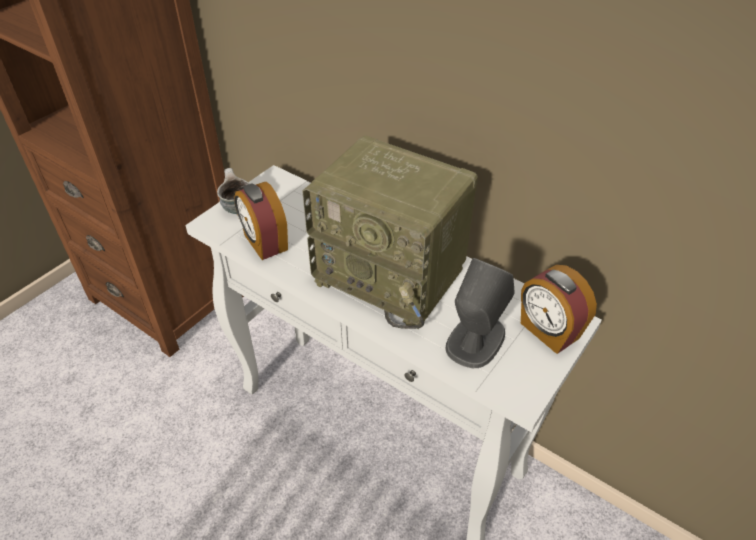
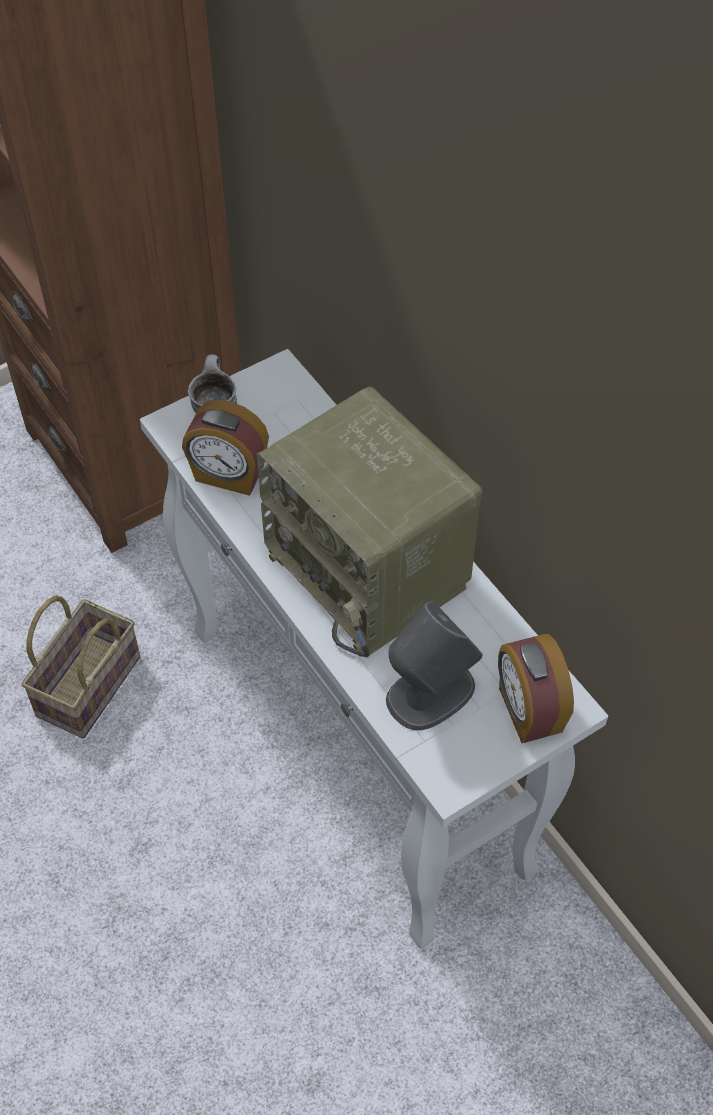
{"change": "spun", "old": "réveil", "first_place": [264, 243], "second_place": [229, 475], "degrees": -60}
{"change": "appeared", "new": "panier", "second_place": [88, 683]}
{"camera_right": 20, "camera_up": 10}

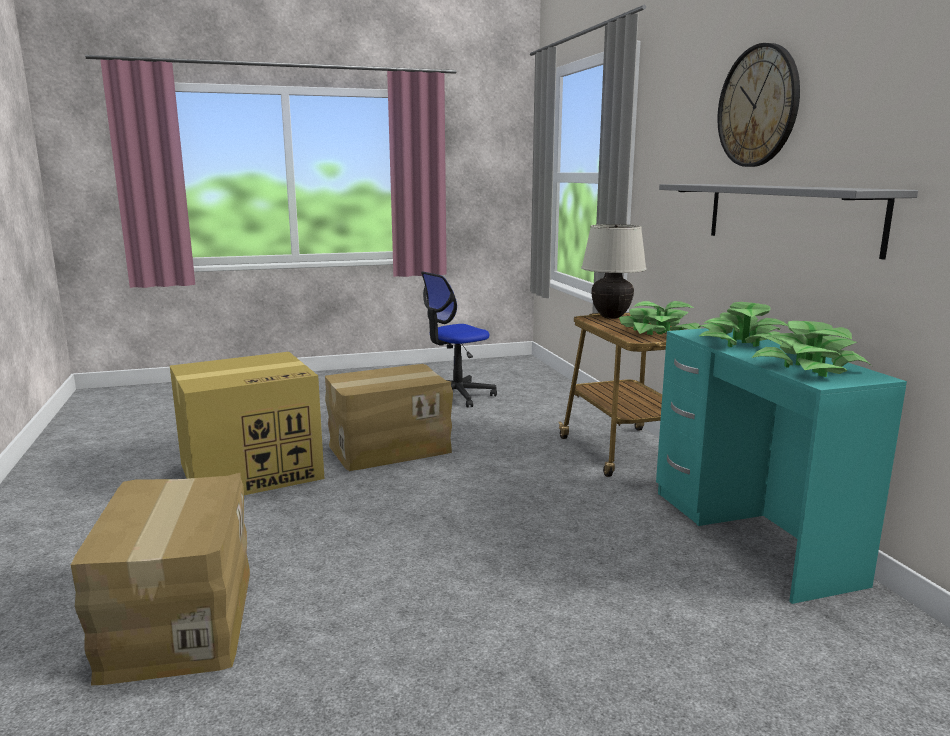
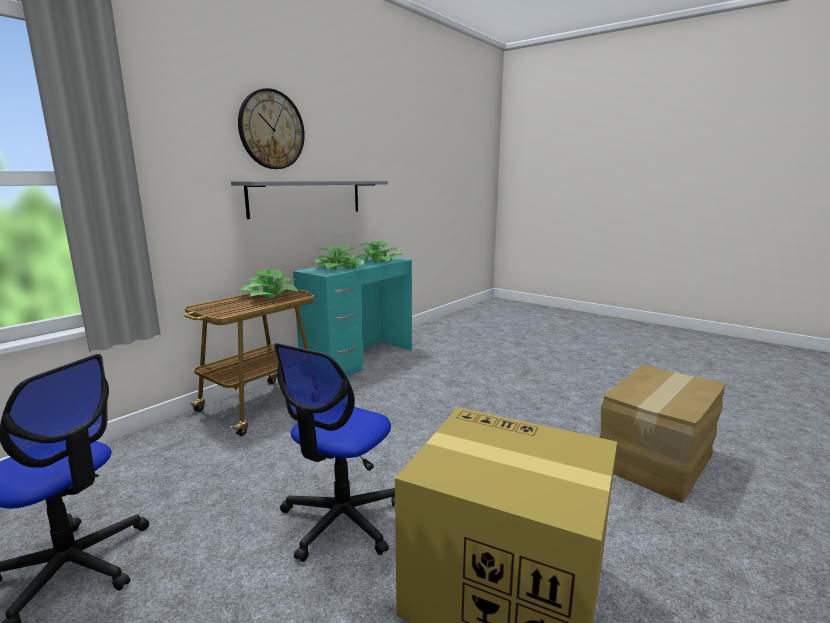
{"change": "missing", "old": "lampe de table/beige", "first_place": [611, 317]}
{"change": "exchanged", "old": "carton", "new": "chaise de bureau", "first_place": [389, 448], "second_place": [341, 520]}
{"camera_right": -125, "camera_up": 0}

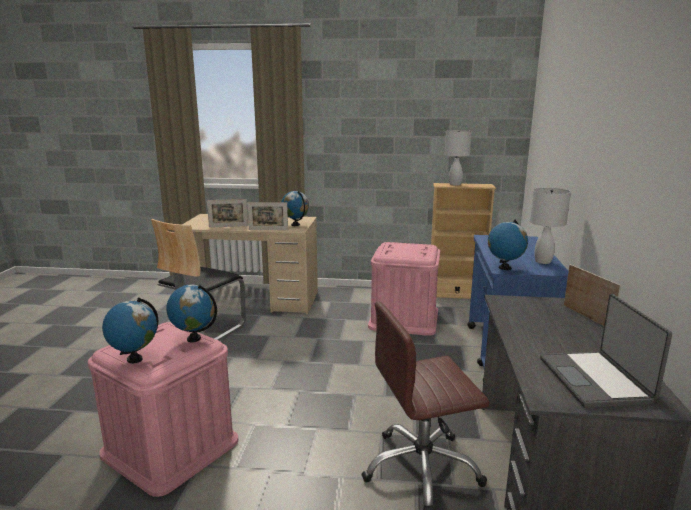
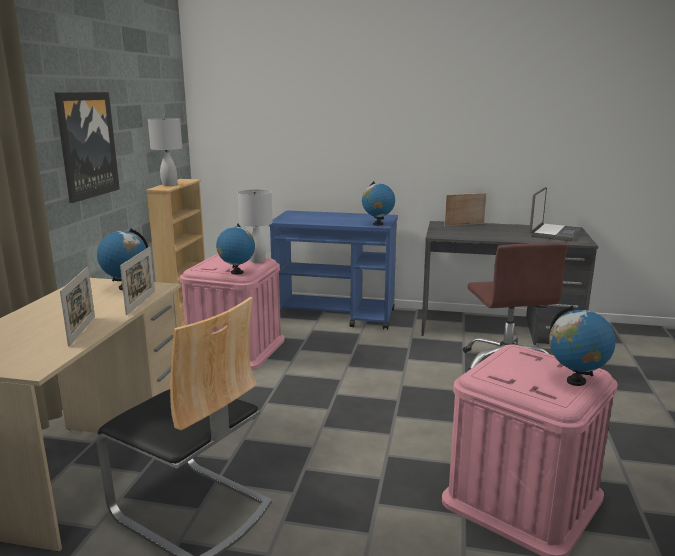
{"change": "relocated", "old": "lampe de table/blanc", "first_place": [543, 261], "second_place": [258, 261]}
{"change": "relocated", "old": "globe", "first_place": [194, 338], "second_place": [237, 272]}
{"change": "spun", "old": "ordinateur portable", "first_place": [595, 380], "second_place": [554, 233], "degrees": -60}
{"change": "appeared", "new": "tableau", "second_place": [87, 145]}
{"camera_right": -85, "camera_up": 0}

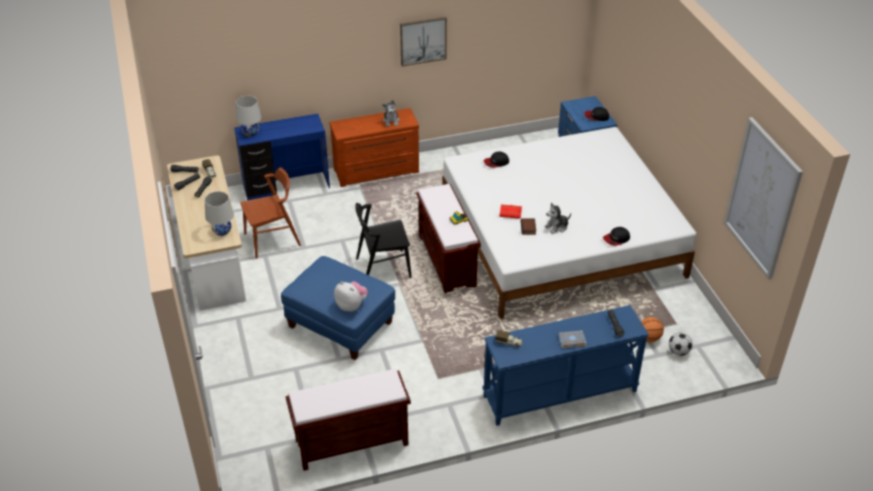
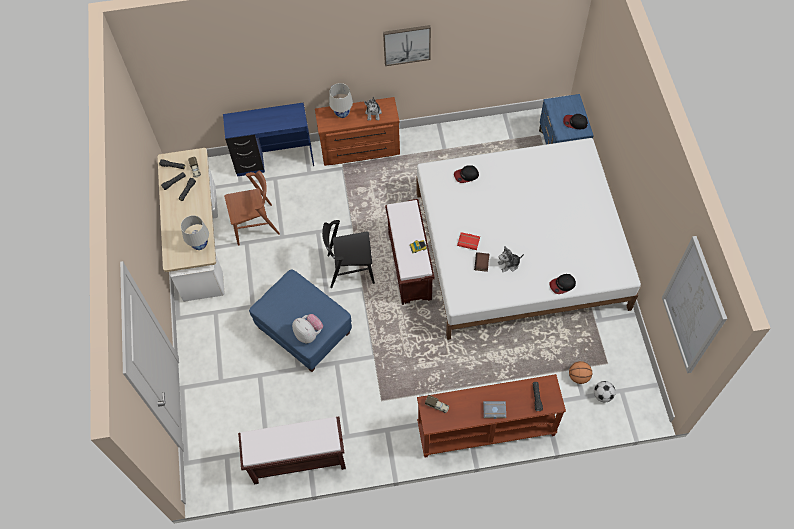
{"change": "relocated", "old": "lampe de table/blanc", "first_place": [251, 132], "second_place": [342, 113]}
{"change": "colour", "old": "table console/bleu", "new": "table console/marron", "first_place": [560, 394], "second_place": [486, 430]}
{"camera_right": 10, "camera_up": 20}

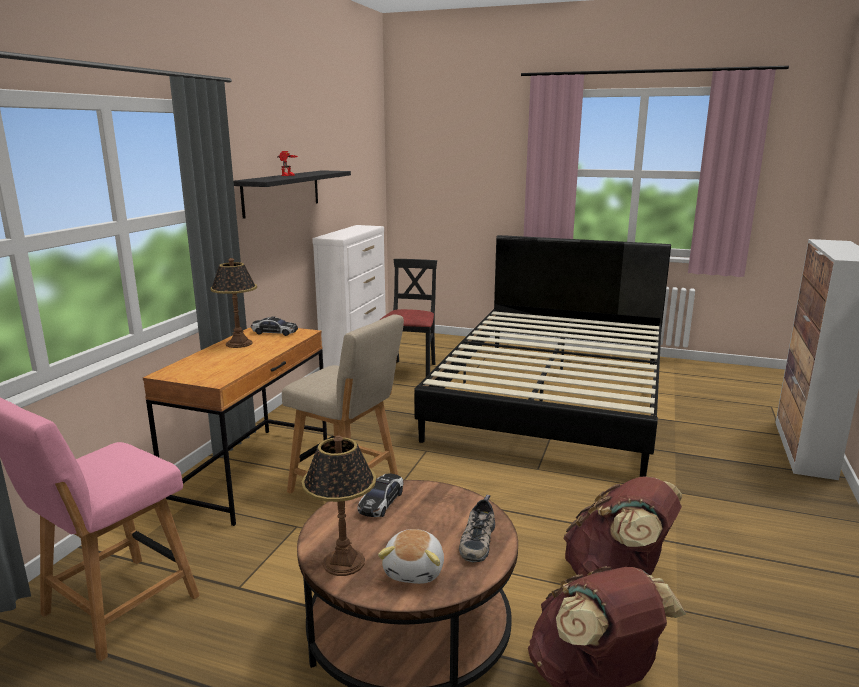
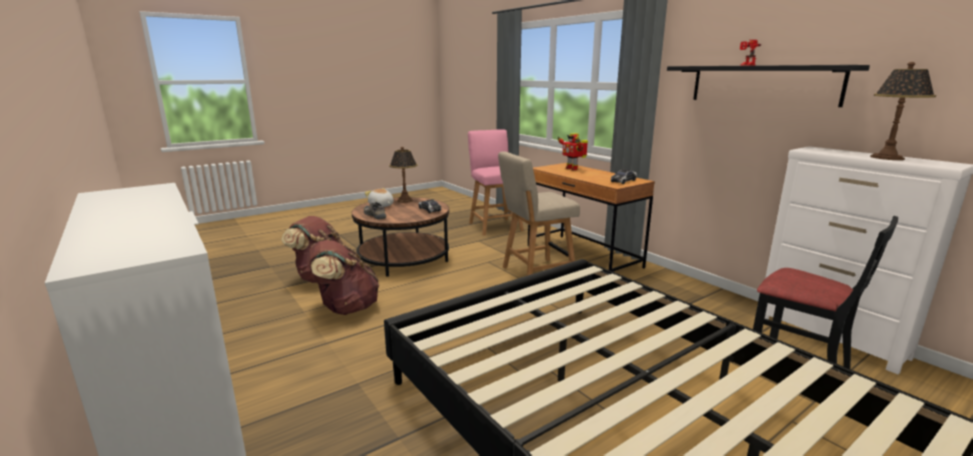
{"change": "relocated", "old": "lampe de table", "first_place": [239, 343], "second_place": [887, 157]}
{"change": "appeared", "new": "robot jouet", "second_place": [572, 169]}
{"camera_right": 125, "camera_up": 0}

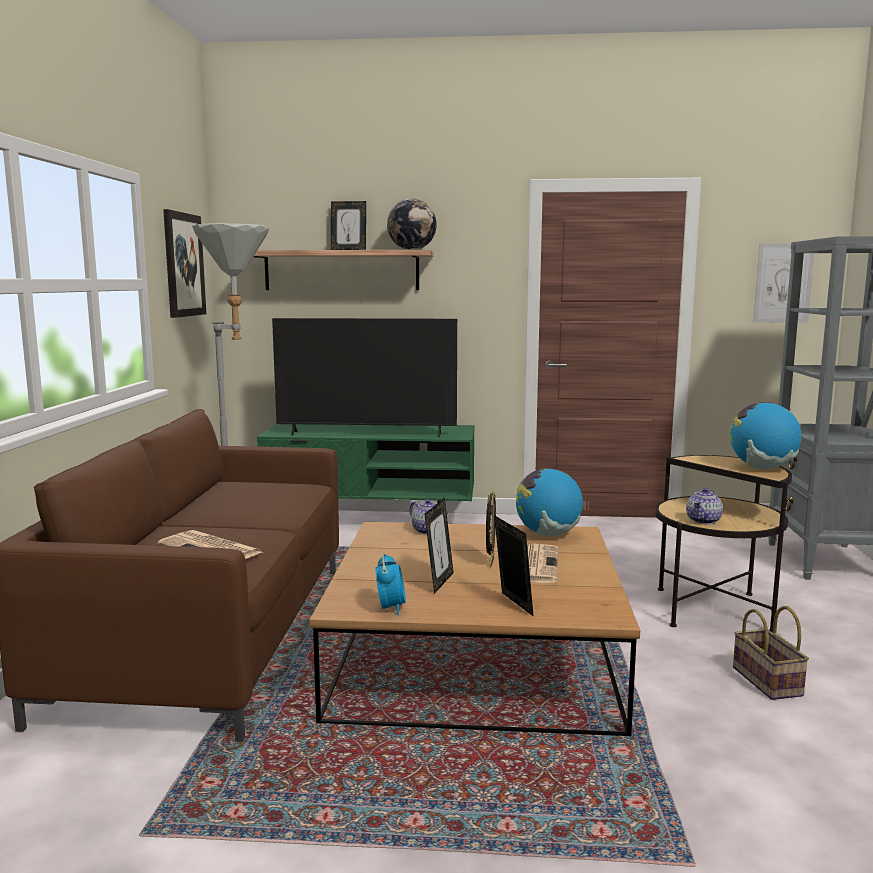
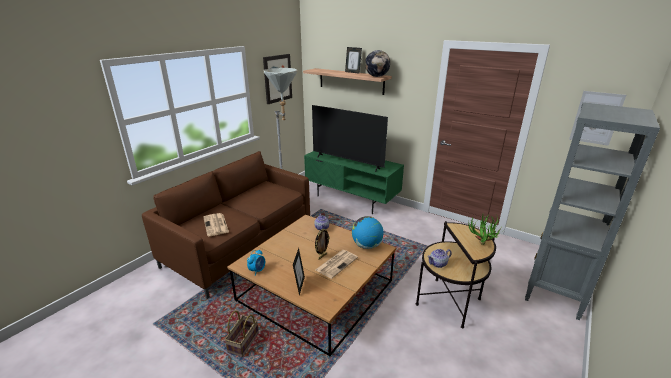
{"change": "exchanged", "old": "globe", "new": "plante en pot", "first_place": [762, 468], "second_place": [481, 246]}
{"change": "missing", "old": "cadre photo", "first_place": [439, 582]}
{"change": "relocated", "old": "panier", "first_place": [769, 682], "second_place": [243, 343]}
{"camera_right": 30, "camera_up": 15}

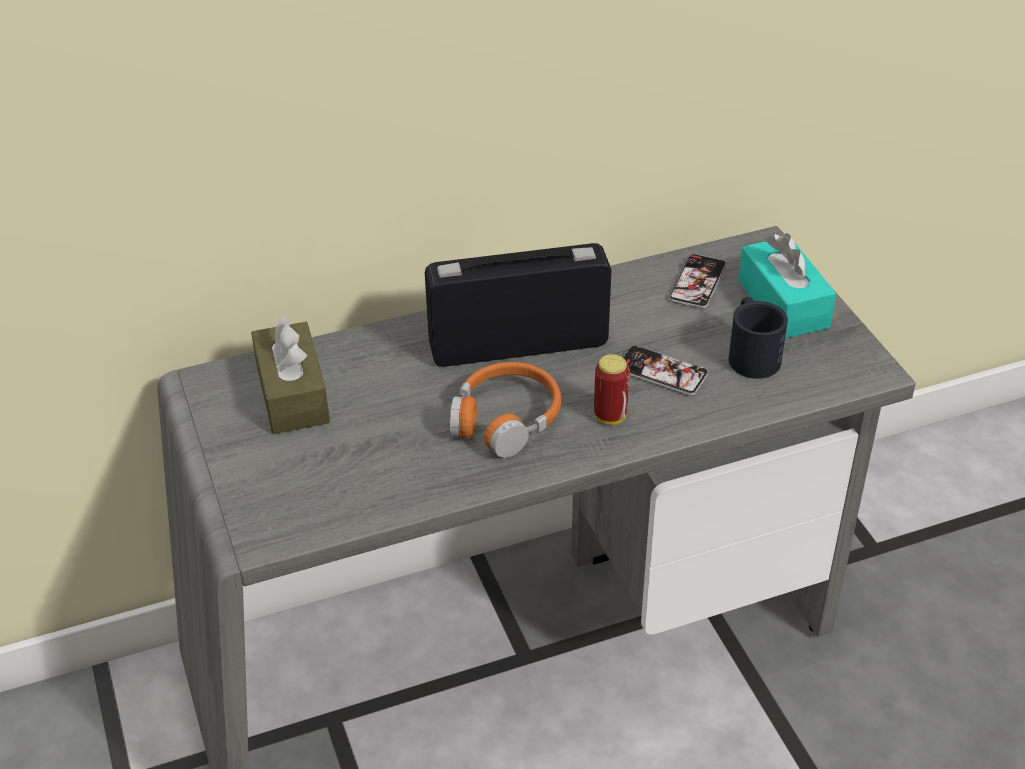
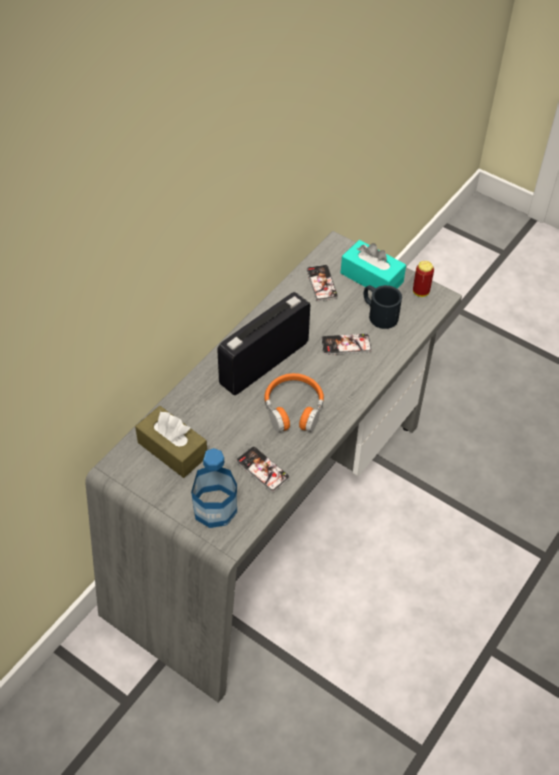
{"change": "relocated", "old": "boîte métallique", "first_place": [610, 416], "second_place": [421, 292]}
{"change": "appeared", "new": "téléphone", "second_place": [262, 469]}
{"change": "appeared", "new": "bouteille", "second_place": [215, 508]}
{"camera_right": -35, "camera_up": 10}

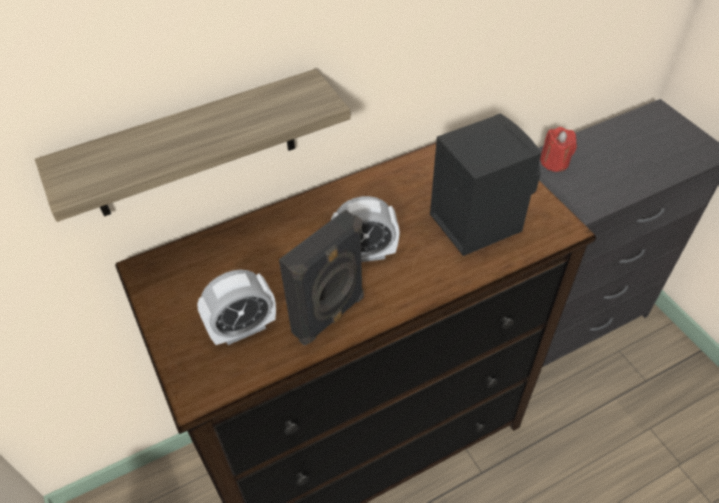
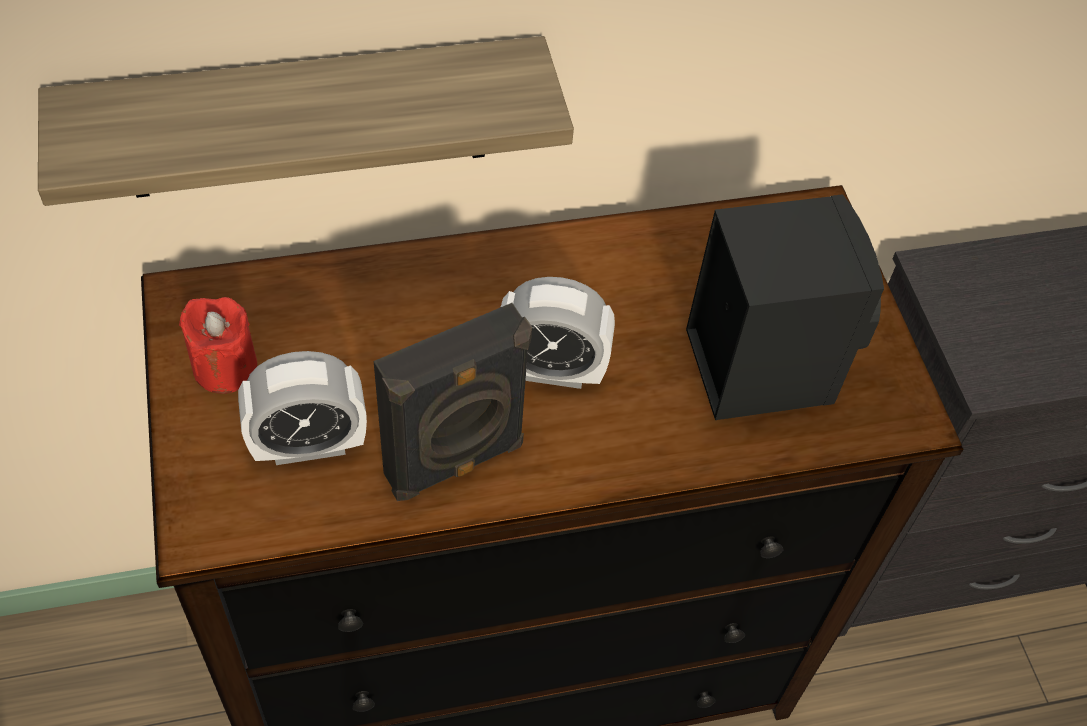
{"change": "relocated", "old": "bougie/rouge", "first_place": [554, 162], "second_place": [225, 367]}
{"camera_right": 10, "camera_up": 5}

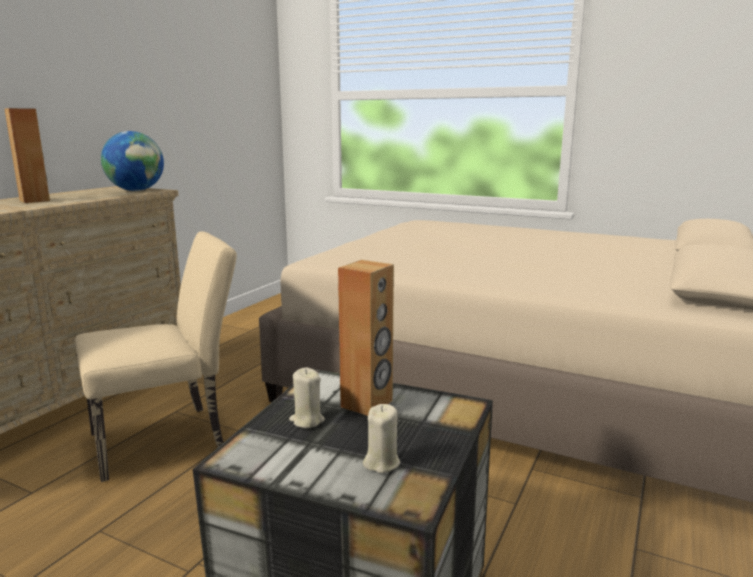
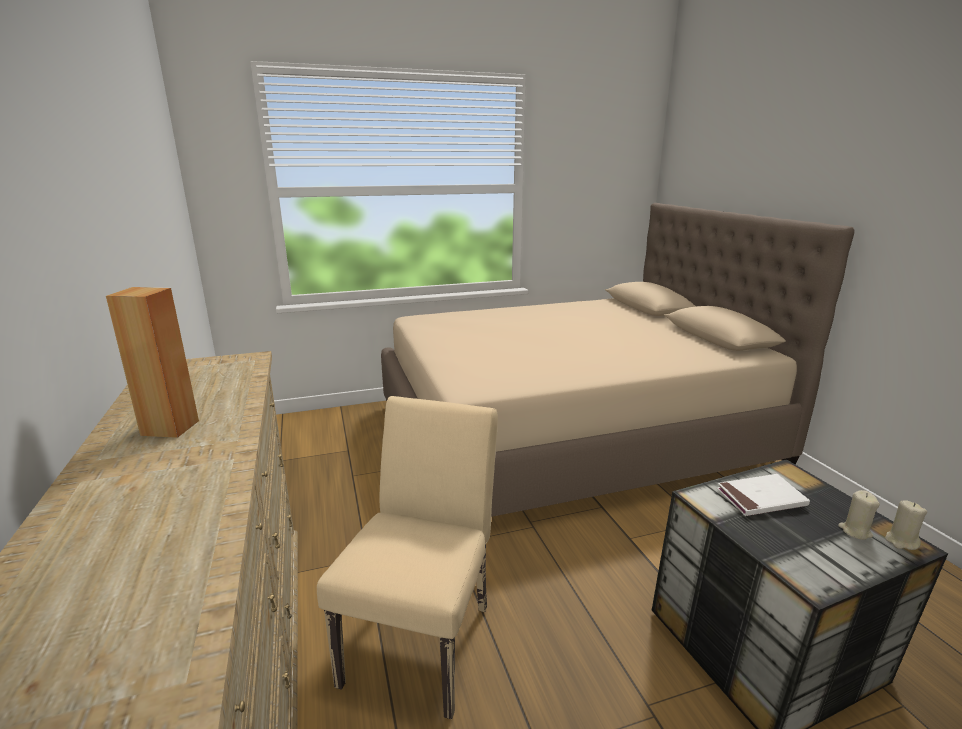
{"change": "missing", "old": "globe", "first_place": [136, 190]}
{"change": "exchanged", "old": "enceinte/marron", "new": "livre/blanc", "first_place": [367, 404], "second_place": [761, 498]}
{"change": "relocated", "old": "bougie/beige", "first_place": [307, 420], "second_place": [901, 541]}
{"camera_right": -45, "camera_up": 5}

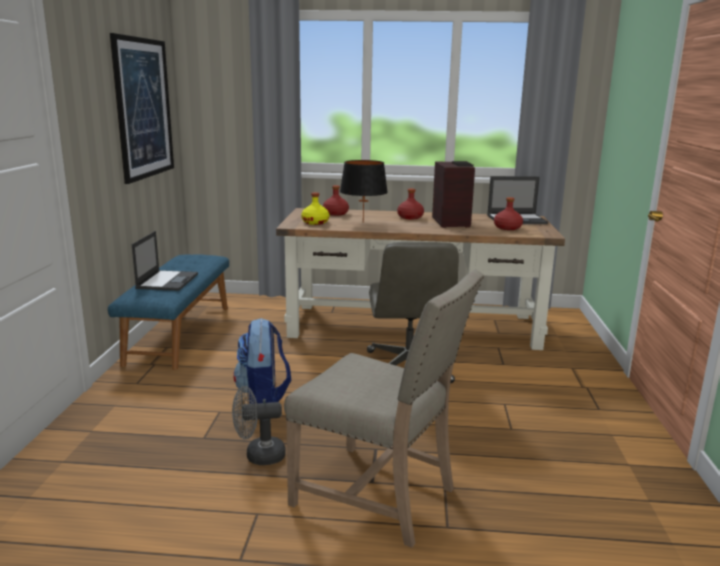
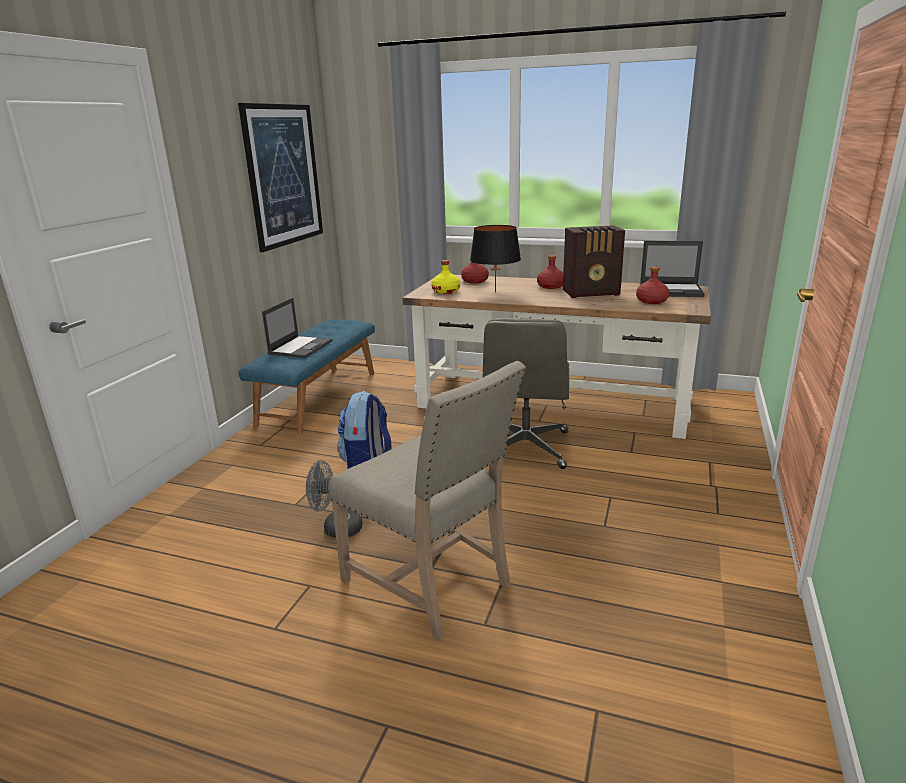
{"change": "spun", "old": "radio", "first_place": [451, 222], "second_place": [592, 293], "degrees": 75}
{"camera_right": 15, "camera_up": 5}

